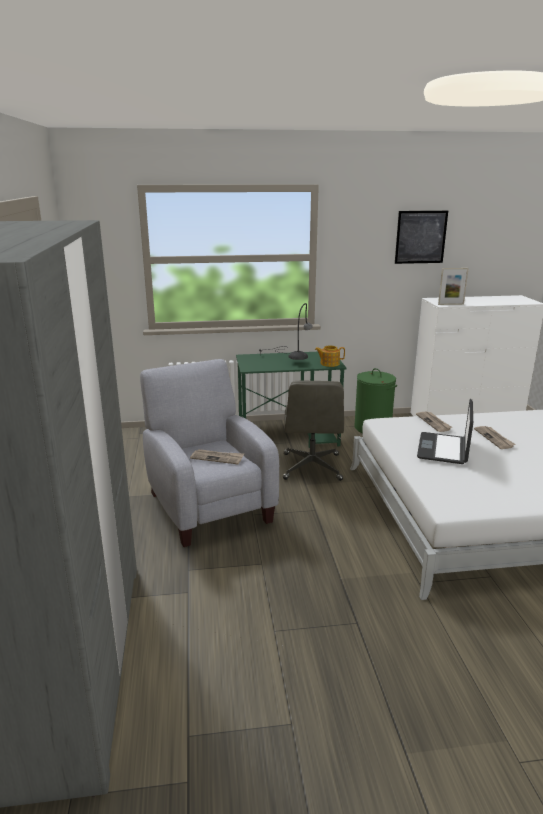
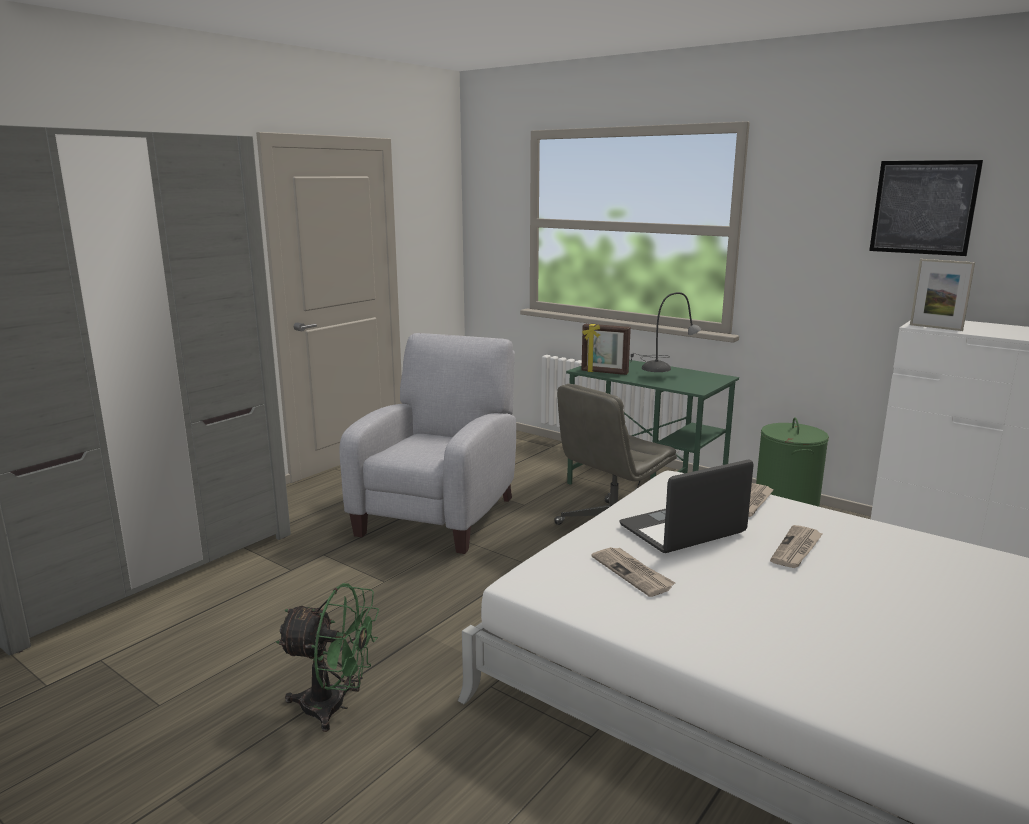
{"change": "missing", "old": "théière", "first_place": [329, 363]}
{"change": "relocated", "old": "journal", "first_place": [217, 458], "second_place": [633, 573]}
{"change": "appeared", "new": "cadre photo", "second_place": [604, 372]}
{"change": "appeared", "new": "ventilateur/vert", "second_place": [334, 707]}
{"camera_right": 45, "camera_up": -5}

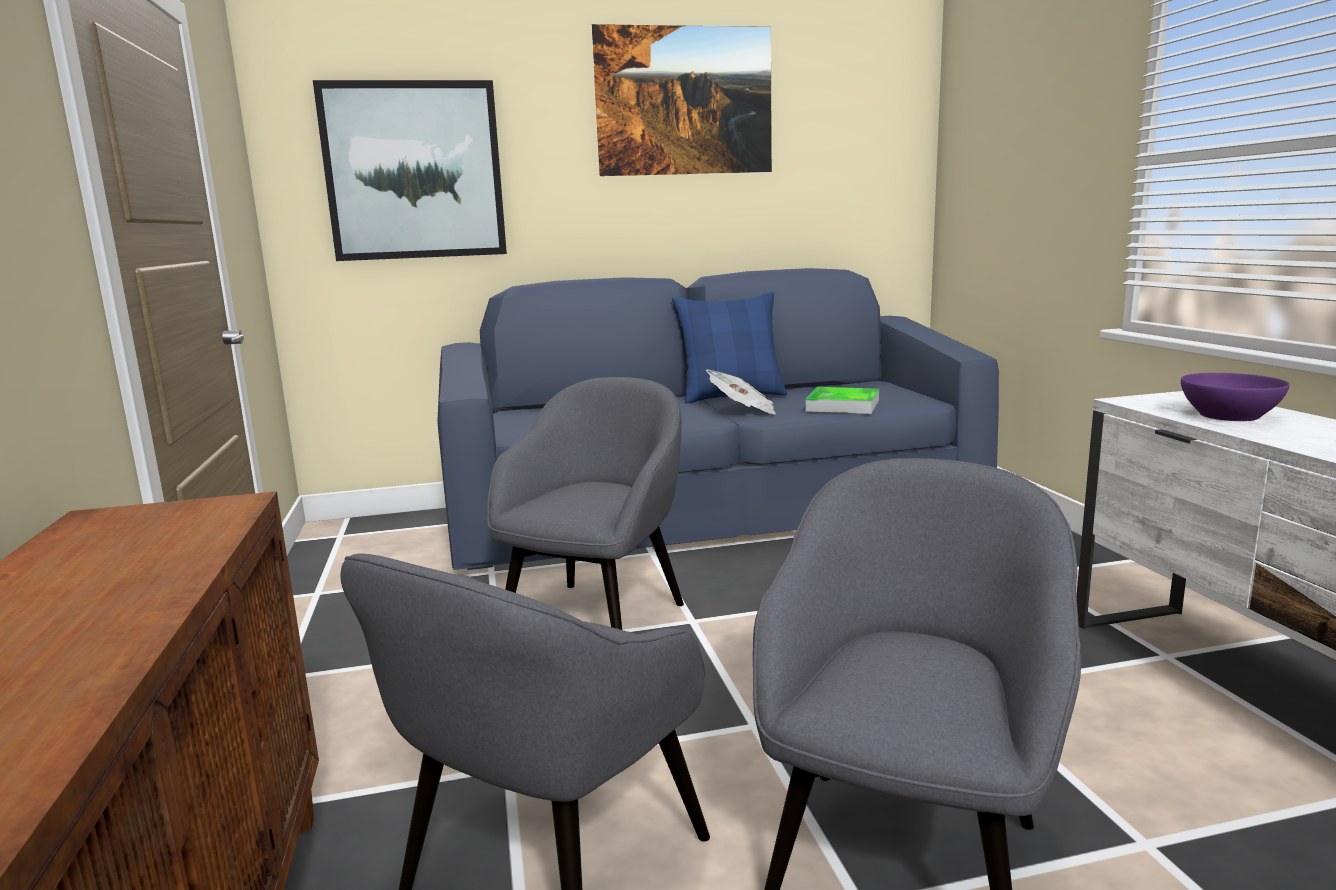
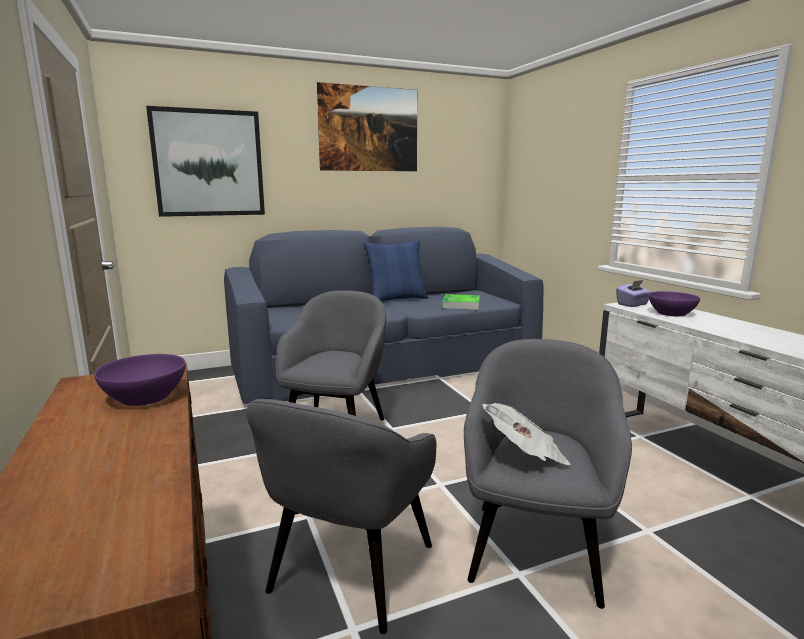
{"change": "relocated", "old": "journal", "first_place": [743, 411], "second_place": [525, 454]}
{"change": "appeared", "new": "boîte à mouchoirs/violet", "second_place": [632, 304]}
{"change": "appeared", "new": "bol/violet", "second_place": [145, 396]}
{"camera_right": -10, "camera_up": 0}

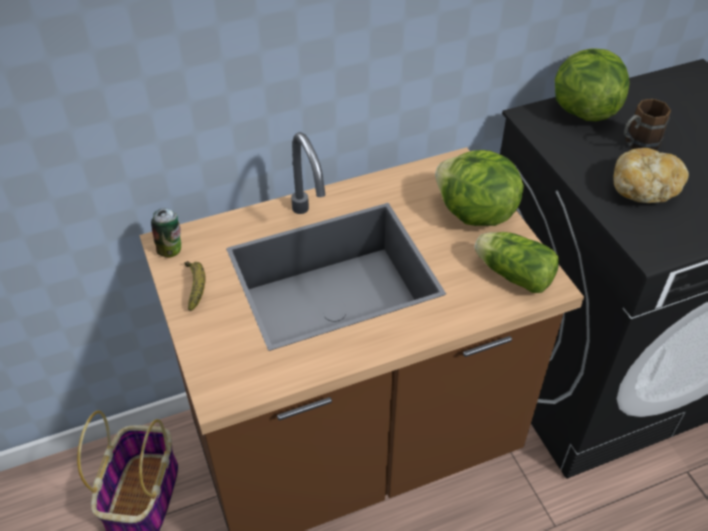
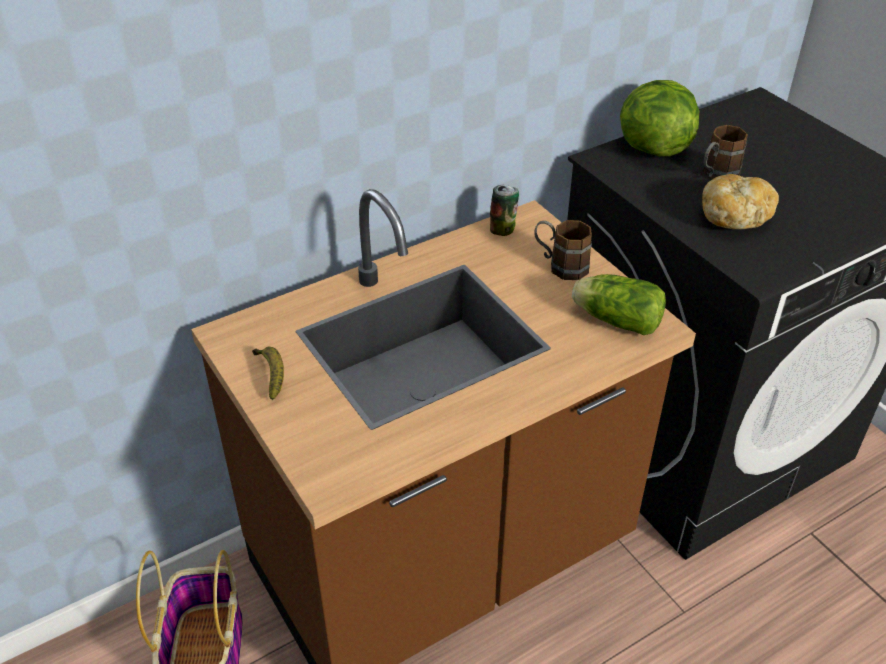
{"change": "exchanged", "old": "laitue", "new": "mug/marron", "first_place": [474, 214], "second_place": [560, 265]}
{"change": "relocated", "old": "boîte métallique", "first_place": [171, 249], "second_place": [503, 229]}
{"camera_right": -10, "camera_up": -5}

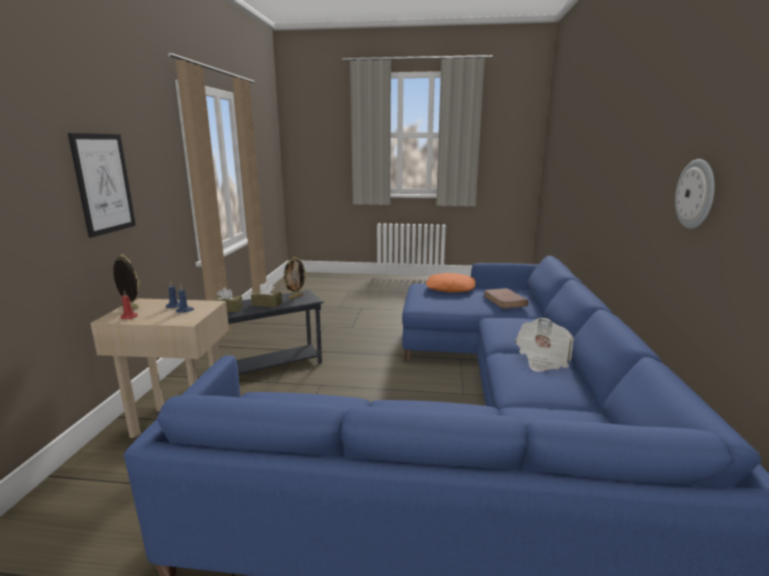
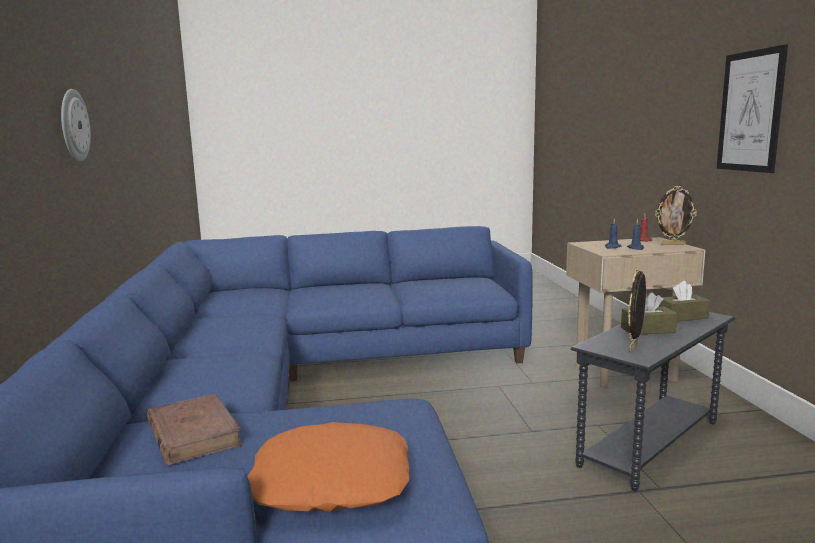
{"change": "missing", "old": "journal", "first_place": [542, 359]}
{"camera_right": 165, "camera_up": -5}

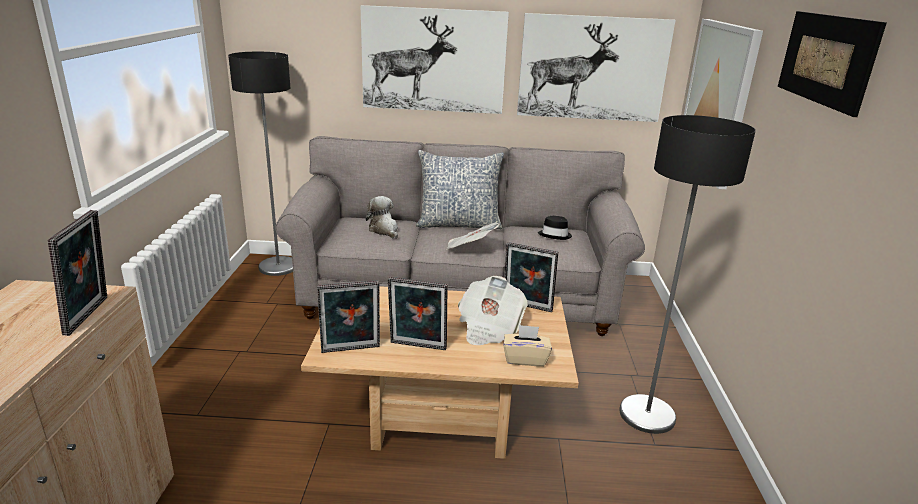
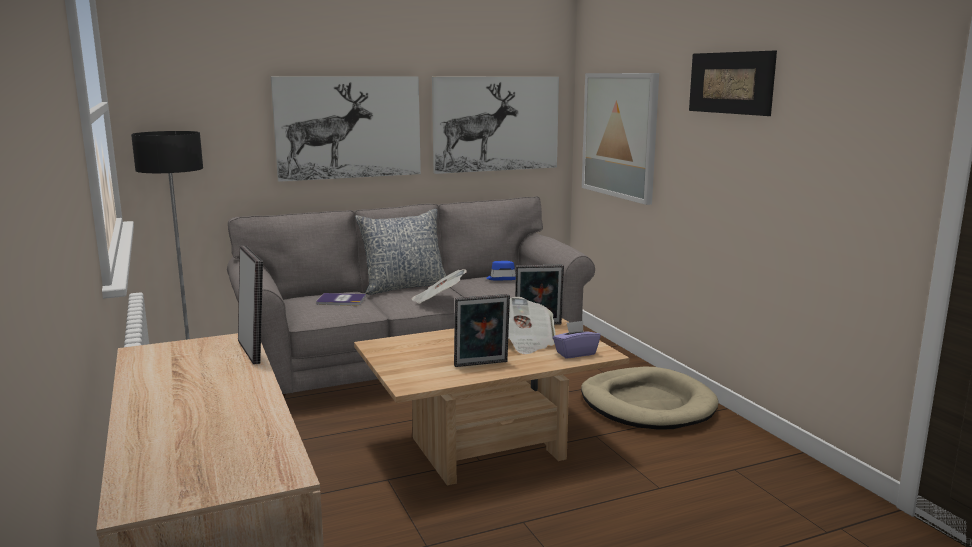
{"change": "exchanged", "old": "lampadaire", "new": "panier pour chien/beige", "first_place": [646, 414], "second_place": [647, 404]}
{"change": "exchanged", "old": "peluche", "new": "livre", "first_place": [384, 230], "second_place": [341, 300]}
{"change": "colour", "old": "chapeau/noir", "new": "chapeau/bleu", "first_place": [555, 235], "second_place": [502, 278]}
{"change": "missing", "old": "cadre photo", "first_place": [351, 350]}
{"change": "colour", "old": "boîte à mouchoirs/beige", "new": "boîte à mouchoirs/violet", "first_place": [525, 359], "second_place": [575, 353]}
{"camera_right": -25, "camera_up": -10}

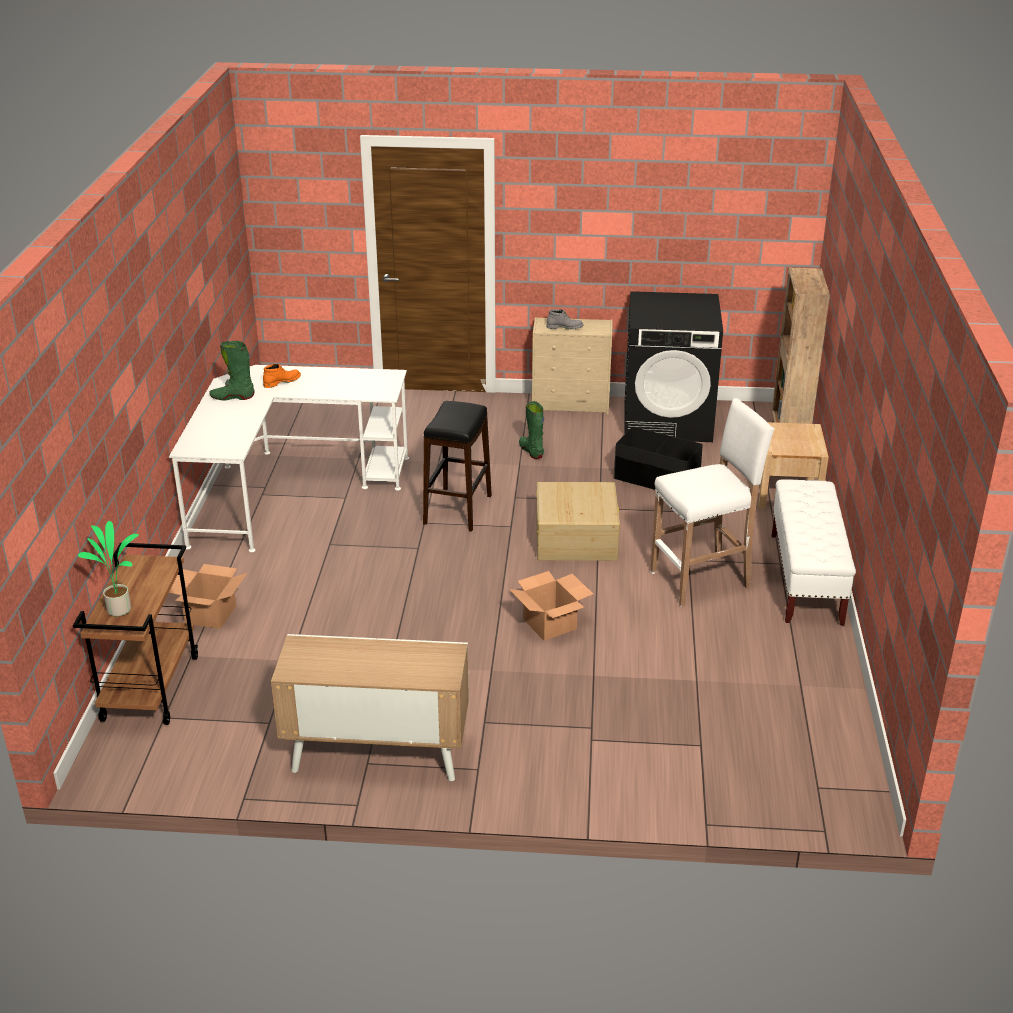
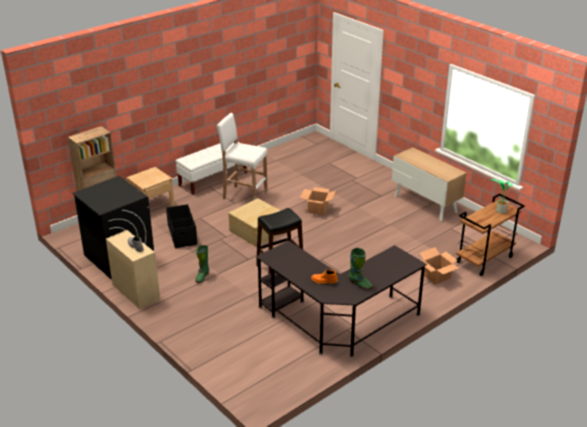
{"change": "colour", "old": "bureau/blanc", "new": "bureau/noir", "first_place": [286, 488], "second_place": [338, 322]}
{"camera_right": -135, "camera_up": 0}

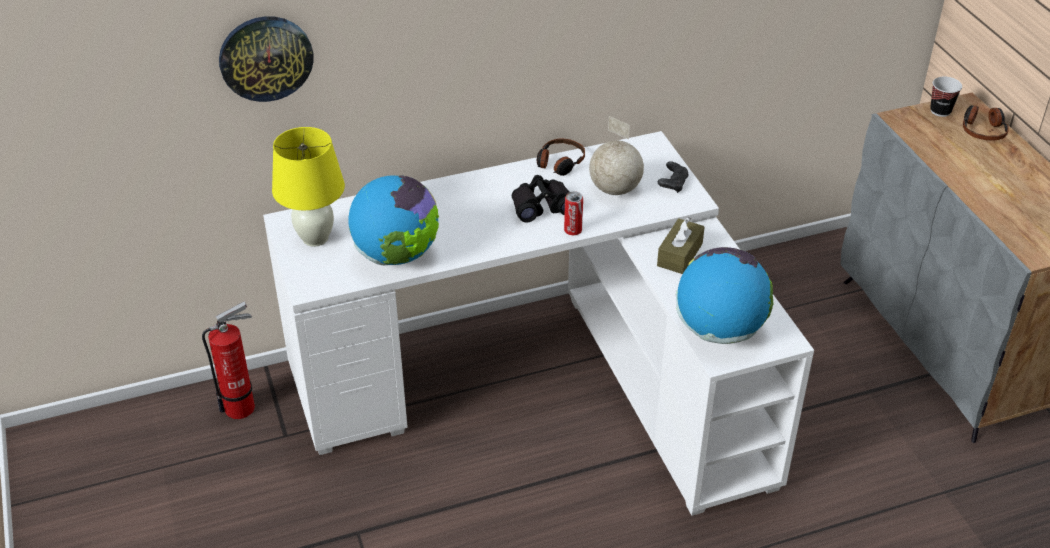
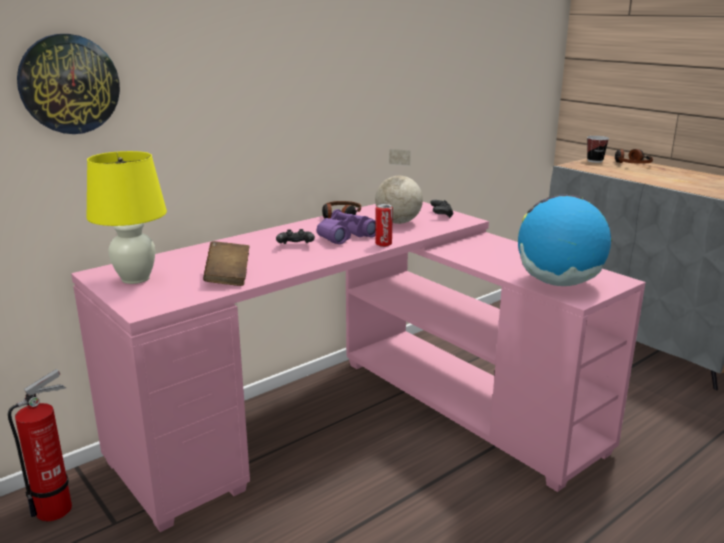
{"change": "colour", "old": "bureau/blanc", "new": "bureau/rose", "first_place": [547, 381], "second_place": [362, 421]}
{"change": "exchanged", "old": "globe", "new": "livre/marron", "first_place": [397, 255], "second_place": [228, 277]}
{"change": "colour", "old": "jumelles/noir", "new": "jumelles/violet", "first_place": [542, 206], "second_place": [345, 236]}
{"change": "missing", "old": "boîte à mouchoirs/marron", "first_place": [679, 255]}
{"change": "appeared", "new": "manette/noir", "second_place": [295, 246]}
{"camera_right": -20, "camera_up": -20}

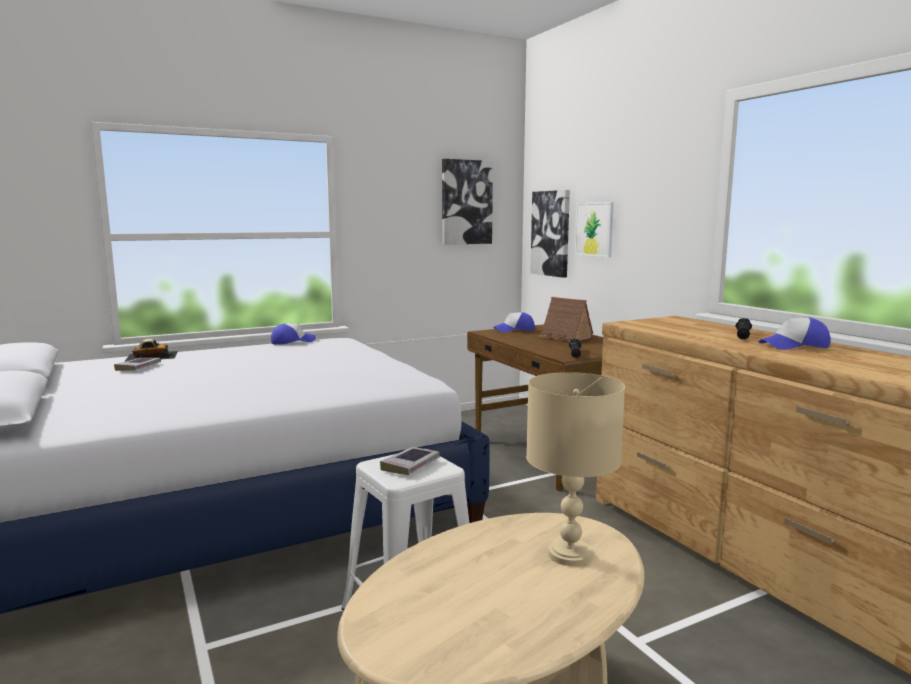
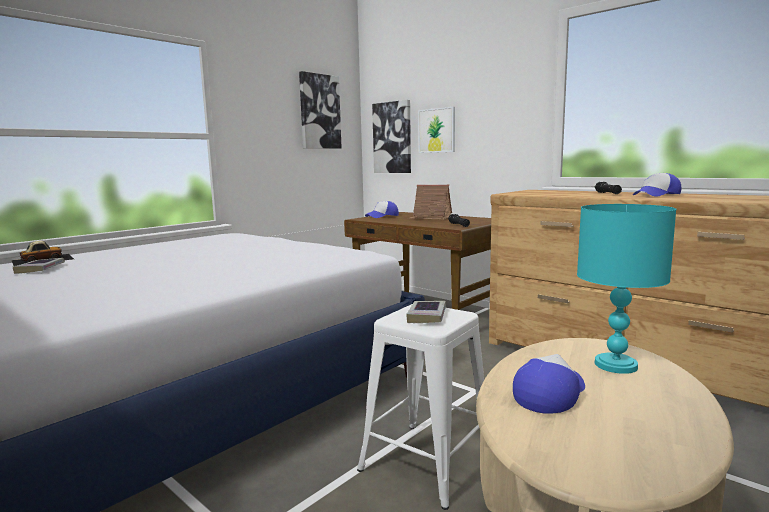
{"change": "relocated", "old": "casquette", "first_place": [292, 341], "second_place": [550, 393]}
{"change": "colour", "old": "lampe de table/beige", "new": "lampe de table/turquoise", "first_place": [569, 554], "second_place": [615, 365]}
{"camera_right": -20, "camera_up": 0}

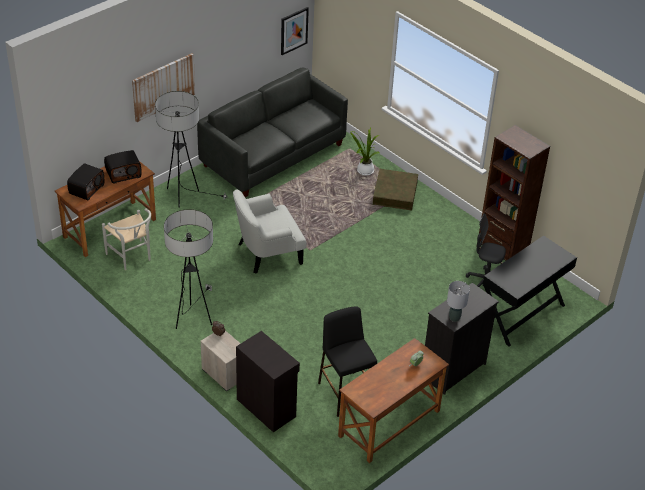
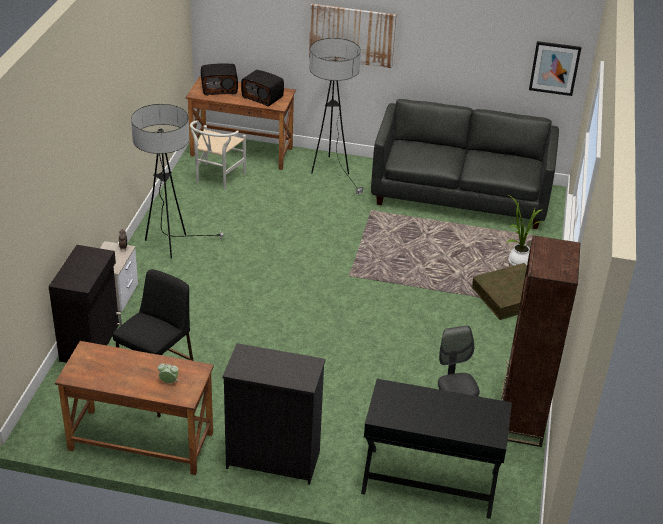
{"change": "missing", "old": "fauteuil/blanc", "first_place": [267, 253]}
{"change": "missing", "old": "lampe de table/gris", "first_place": [454, 318]}
{"camera_right": 55, "camera_up": -5}

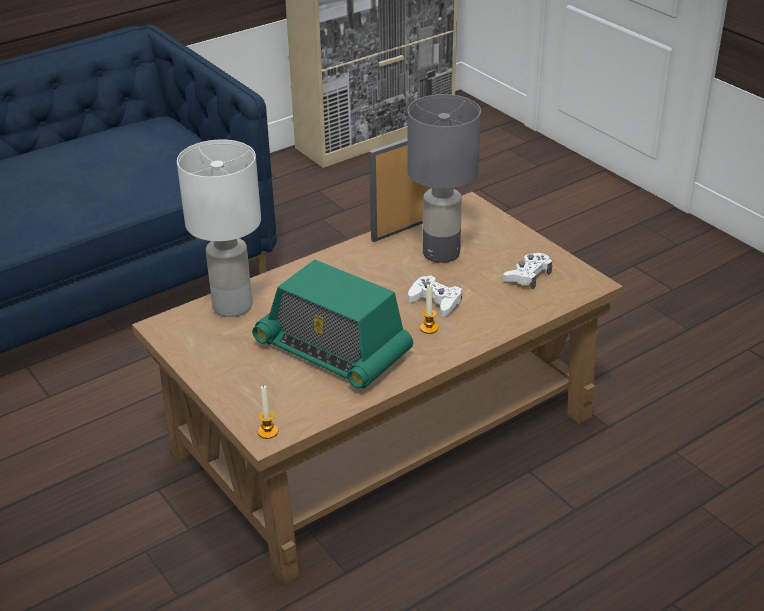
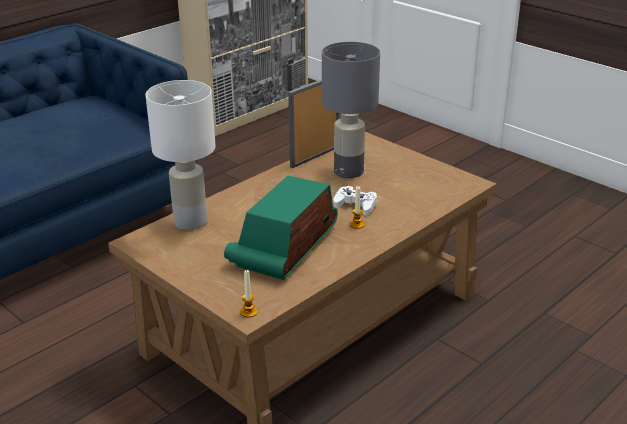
{"change": "missing", "old": "manette/blanc", "first_place": [527, 276]}
{"change": "spun", "old": "radio", "first_place": [333, 350], "second_place": [284, 247], "degrees": 90}
{"camera_right": -10, "camera_up": -5}

